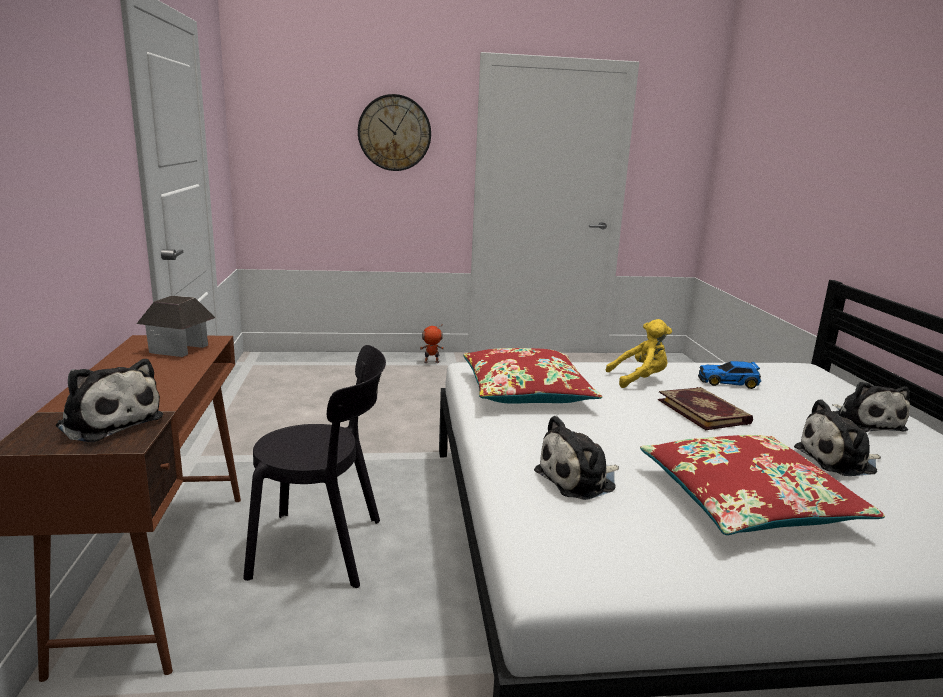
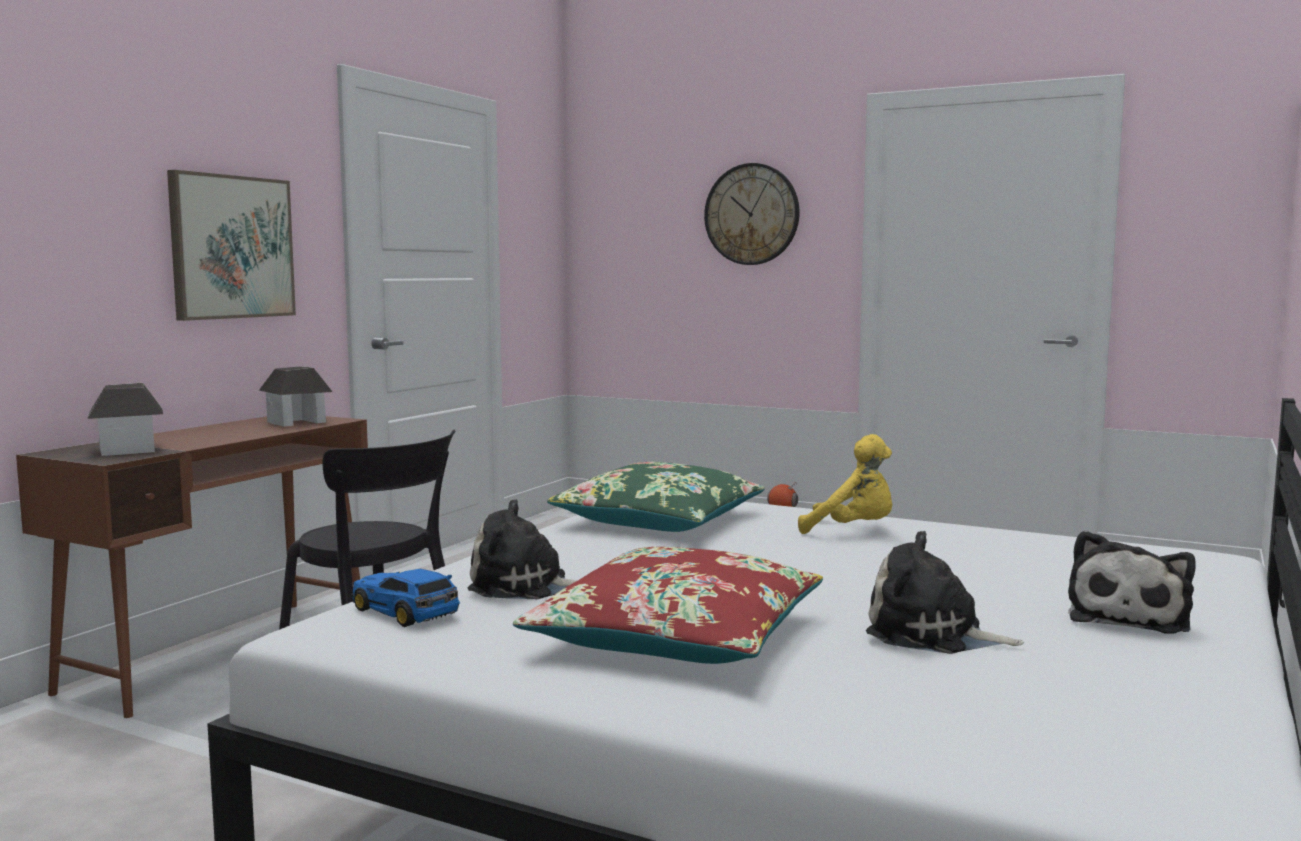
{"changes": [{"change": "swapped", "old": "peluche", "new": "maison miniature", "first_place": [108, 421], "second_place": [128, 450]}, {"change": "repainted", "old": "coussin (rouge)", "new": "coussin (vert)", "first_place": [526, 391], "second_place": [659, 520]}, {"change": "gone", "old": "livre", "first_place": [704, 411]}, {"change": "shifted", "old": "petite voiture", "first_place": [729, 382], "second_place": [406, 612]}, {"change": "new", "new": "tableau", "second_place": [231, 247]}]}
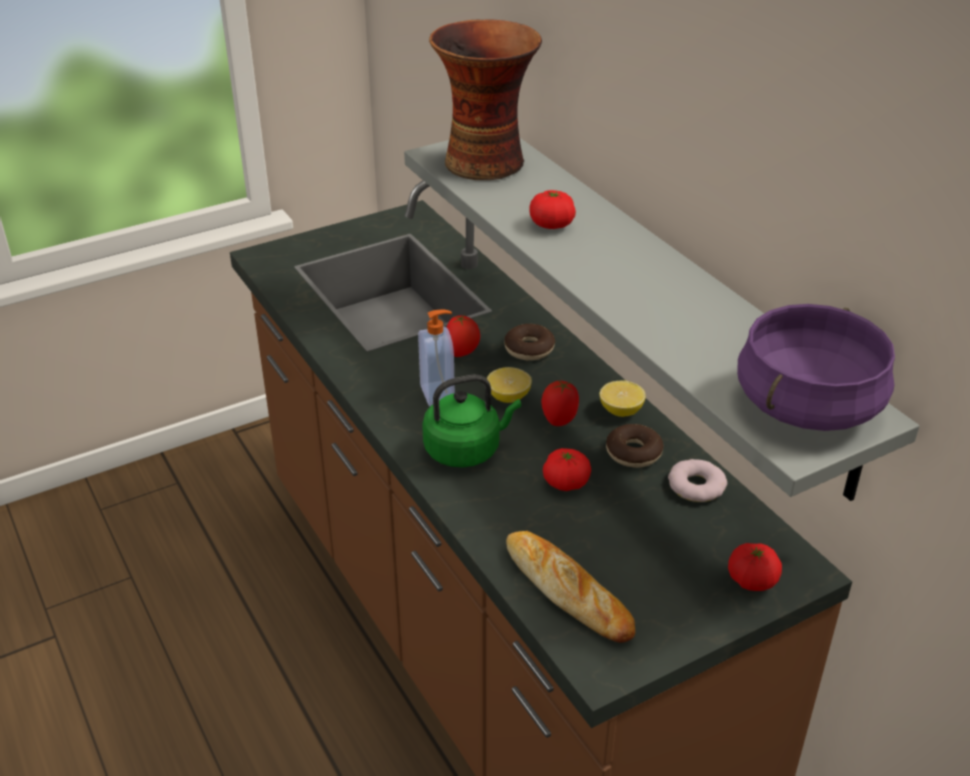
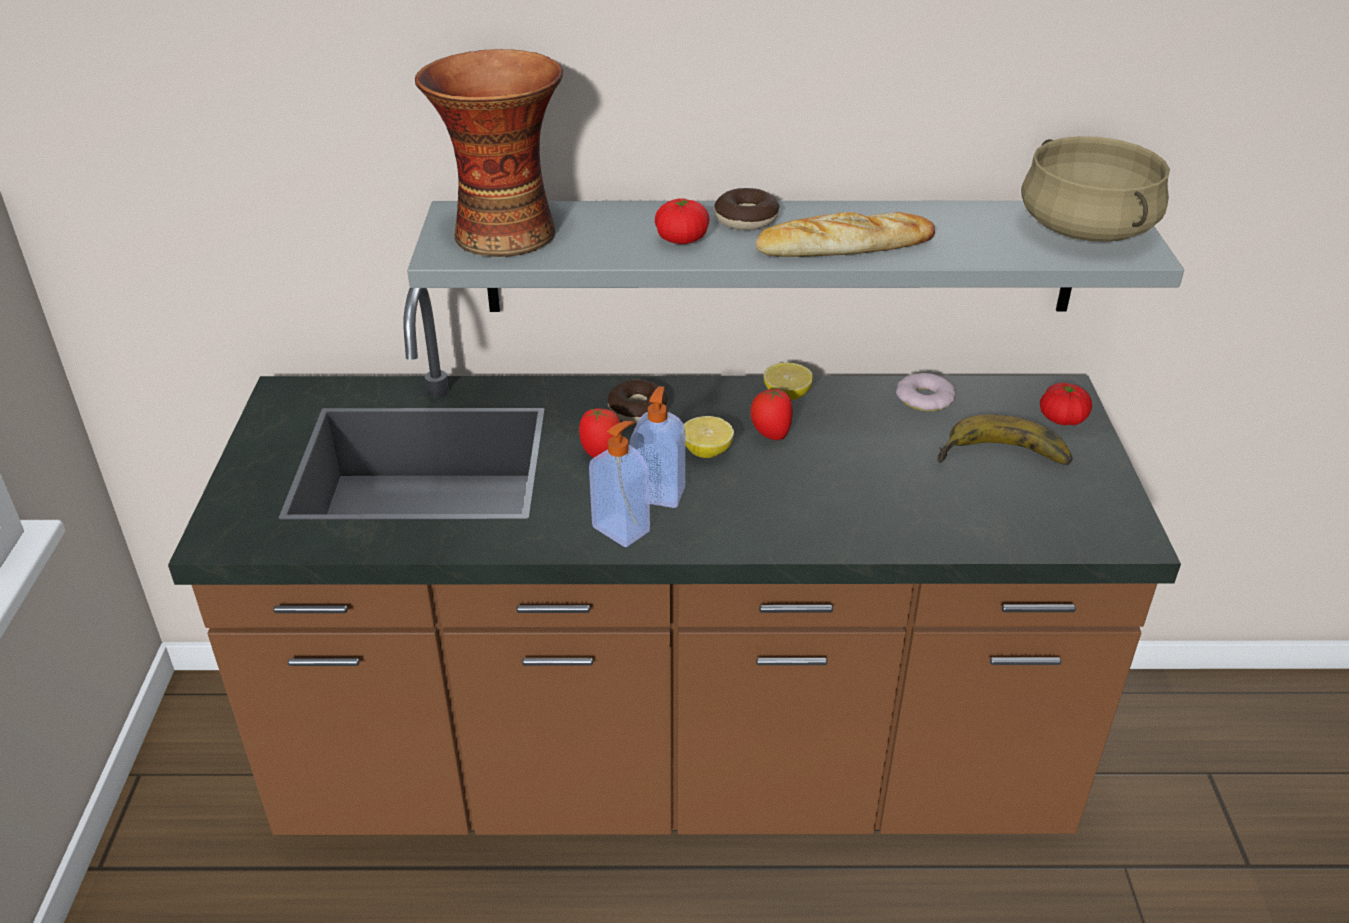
{"changes": [{"change": "gone", "old": "bouilloire (vert)", "first_place": [466, 450]}, {"change": "shifted", "old": "pain", "first_place": [568, 591], "second_place": [843, 246]}, {"change": "gone", "old": "tomate", "first_place": [566, 482]}, {"change": "shifted", "old": "beignet", "first_place": [633, 453], "second_place": [746, 219]}, {"change": "repainted", "old": "marmite (violet)", "new": "marmite (beige)", "first_place": [806, 404], "second_place": [1084, 229]}, {"change": "new", "new": "distributeur de savon", "second_place": [622, 528]}, {"change": "new", "new": "banane", "second_place": [1003, 461]}]}
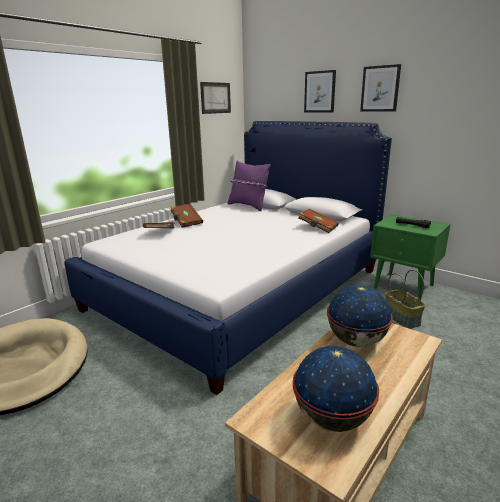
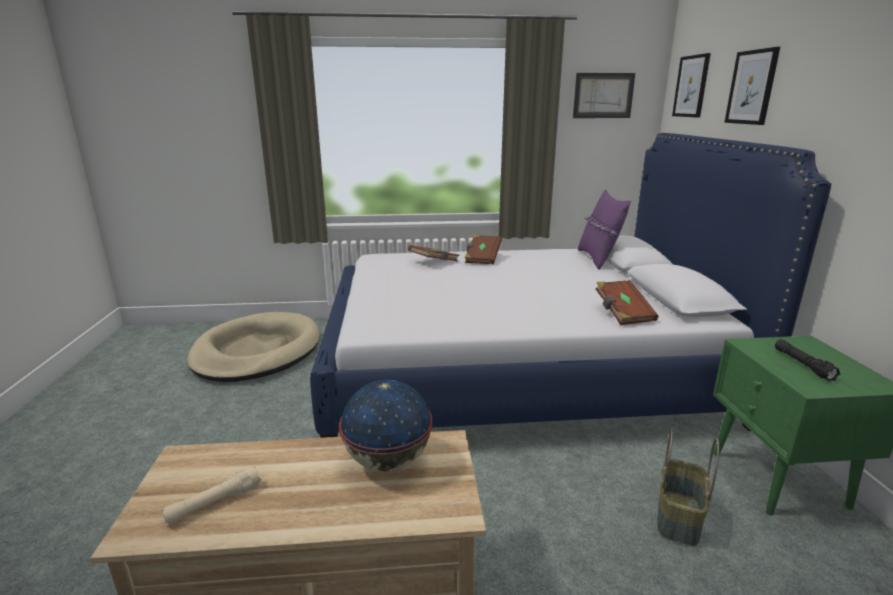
{"changes": [{"change": "swapped", "old": "globe", "new": "lampe de poche (beige)", "first_place": [332, 418], "second_place": [215, 502]}, {"change": "shifted", "old": "tableau", "first_place": [380, 89], "second_place": [691, 86]}]}
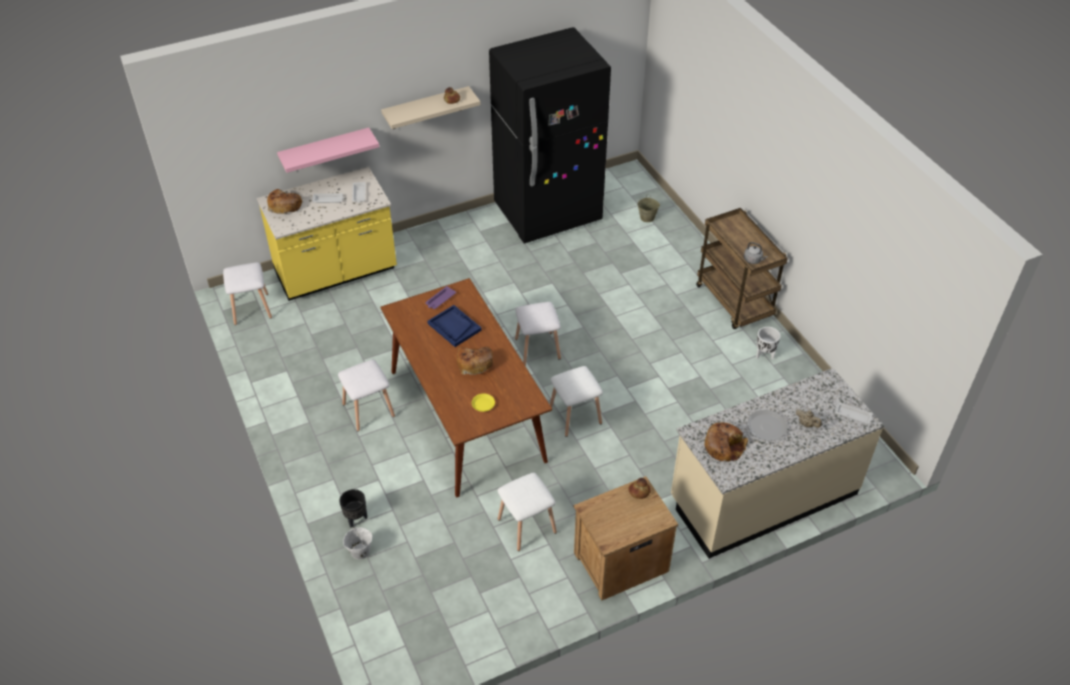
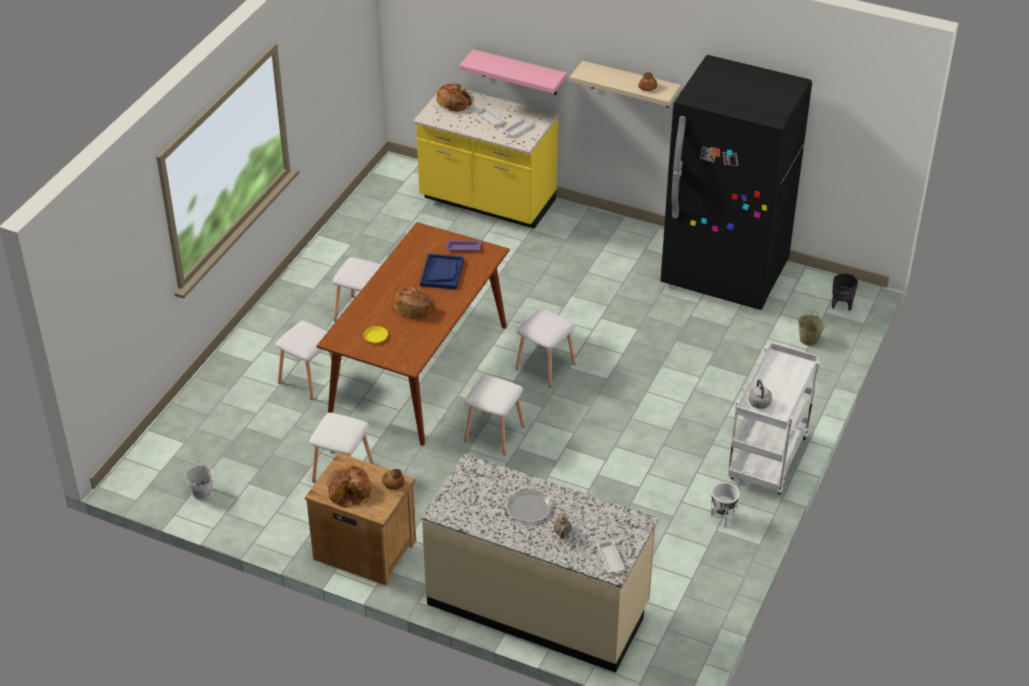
{"changes": [{"change": "shifted", "old": "tabouret (blanc)", "first_place": [251, 308], "second_place": [309, 378]}, {"change": "shifted", "old": "cache-pot (noir)", "first_place": [356, 519], "second_place": [841, 306]}, {"change": "shifted", "old": "seau (blanc)", "first_place": [360, 551], "second_place": [201, 492]}, {"change": "repainted", "old": "chariot (marron)", "new": "chariot (blanc)", "first_place": [735, 302], "second_place": [768, 461]}, {"change": "shifted", "old": "pain", "first_place": [724, 446], "second_place": [350, 492]}]}
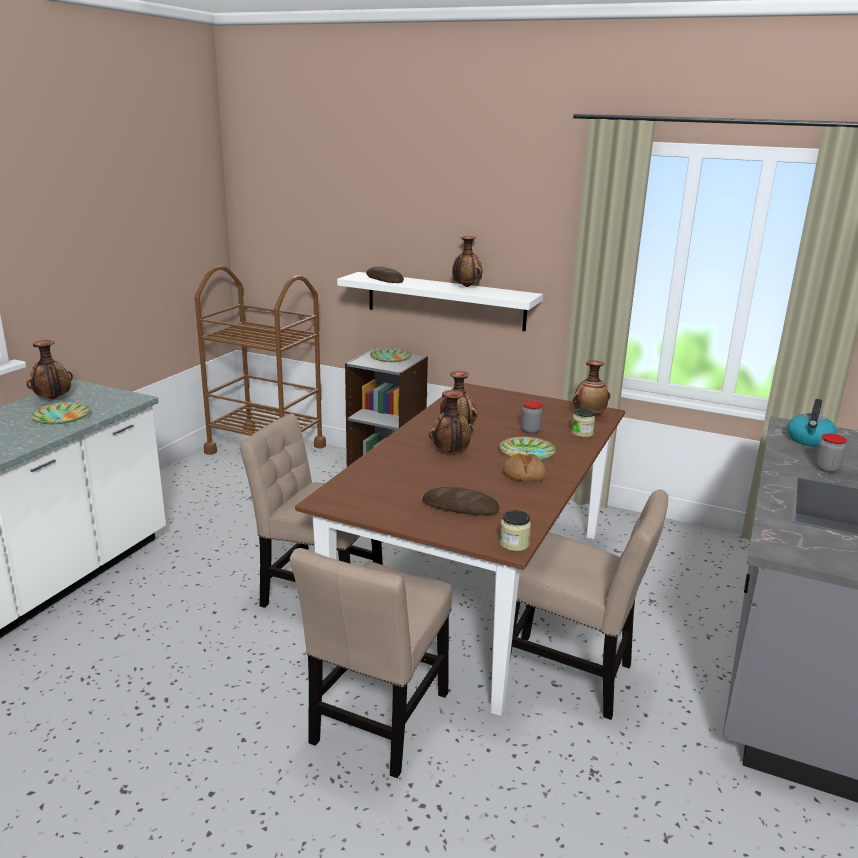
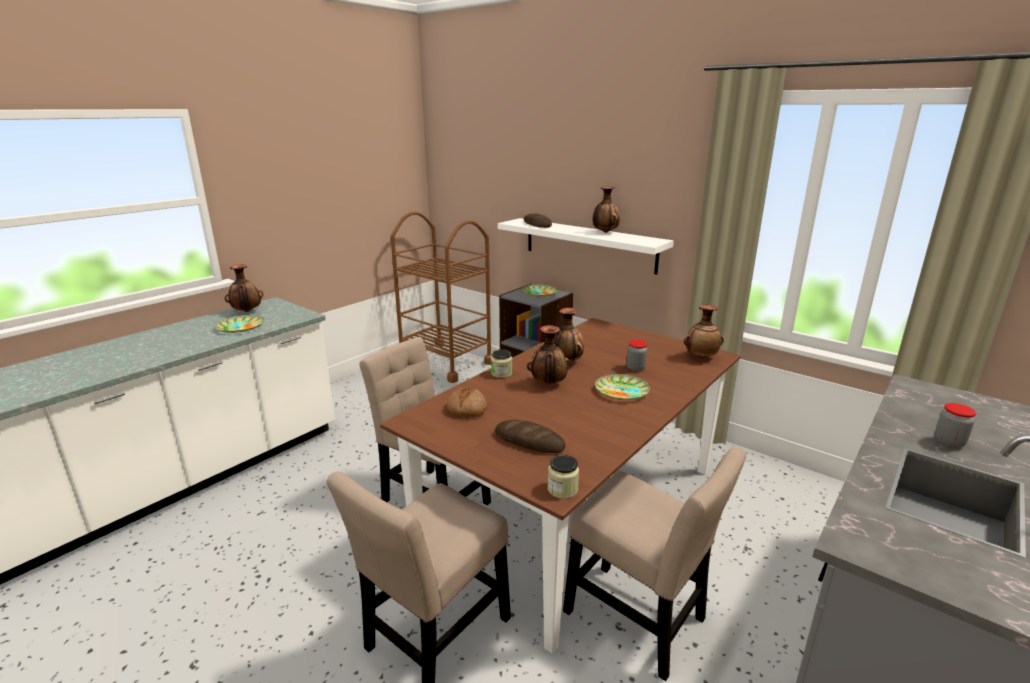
{"changes": [{"change": "shifted", "old": "pain", "first_place": [524, 475], "second_place": [466, 409]}, {"change": "shifted", "old": "bocal", "first_place": [582, 433], "second_place": [501, 373]}, {"change": "gone", "old": "bouilloire", "first_place": [809, 440]}]}
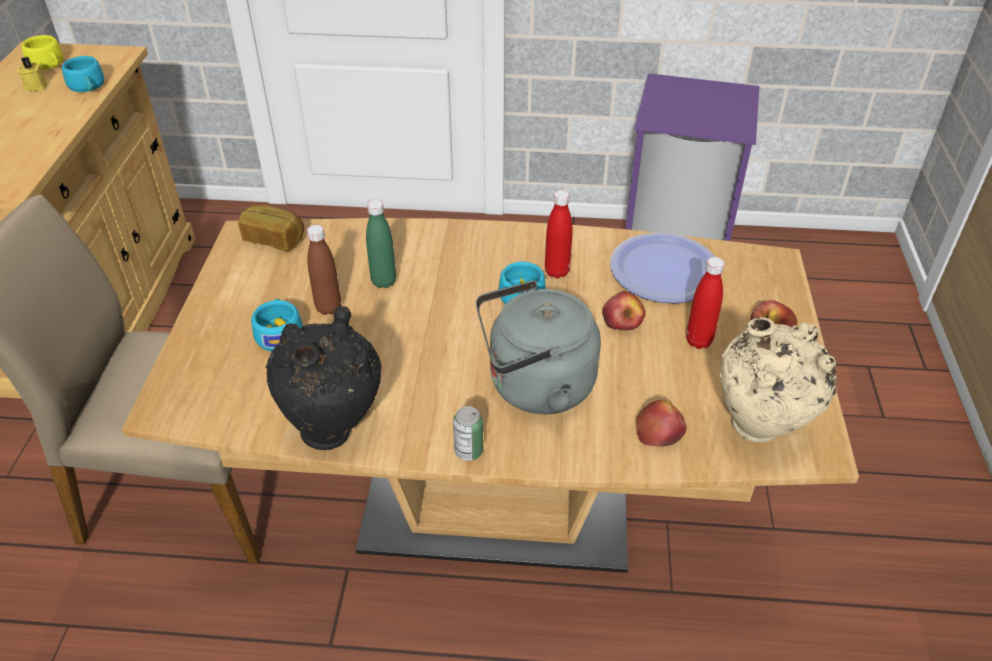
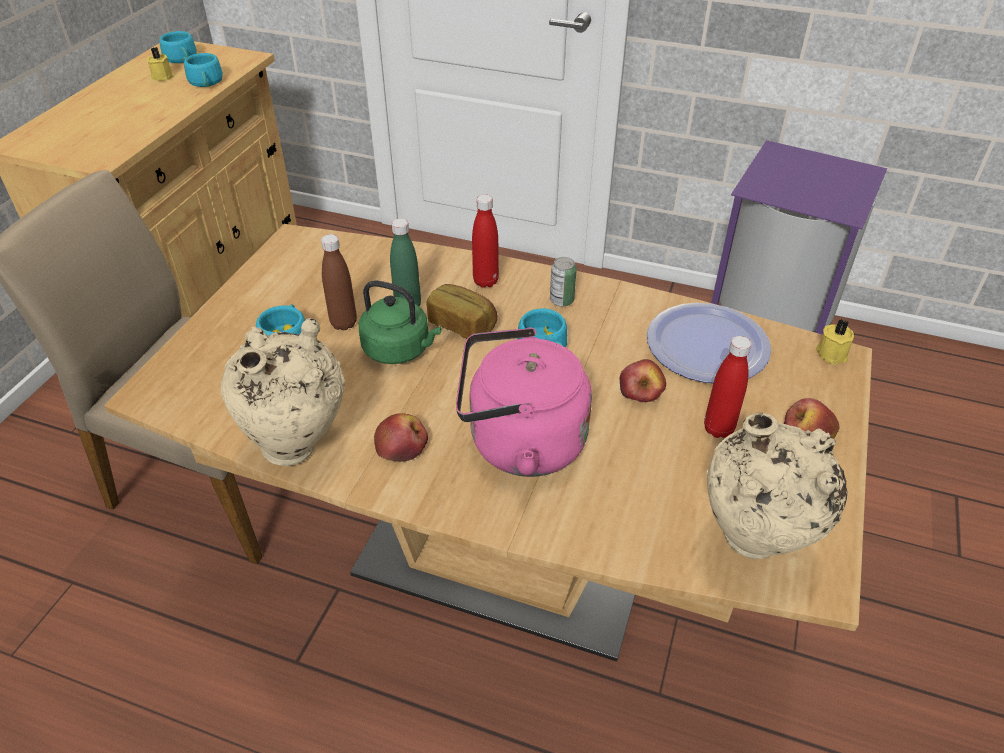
{"changes": [{"change": "repainted", "old": "tasse (jaune)", "new": "tasse (turquoise)", "first_place": [49, 65], "second_place": [182, 59]}, {"change": "shifted", "old": "pain", "first_place": [274, 239], "second_place": [463, 324]}, {"change": "repainted", "old": "vase (noir)", "new": "vase (beige)", "first_place": [334, 430], "second_place": [298, 447]}, {"change": "shifted", "old": "boîte métallique", "first_place": [468, 451], "second_place": [561, 300]}, {"change": "repainted", "old": "bouilloire (gris)", "new": "bouilloire (rose)", "first_place": [535, 386], "second_place": [519, 443]}, {"change": "shifted", "old": "bouteille (rouge)", "first_place": [557, 272], "second_place": [485, 281]}, {"change": "shifted", "old": "pomme", "first_place": [659, 430], "second_place": [402, 445]}, {"change": "new", "new": "bouilloire (vert)", "second_place": [400, 350]}, {"change": "new", "new": "bougie (jaune)", "second_place": [832, 353]}]}
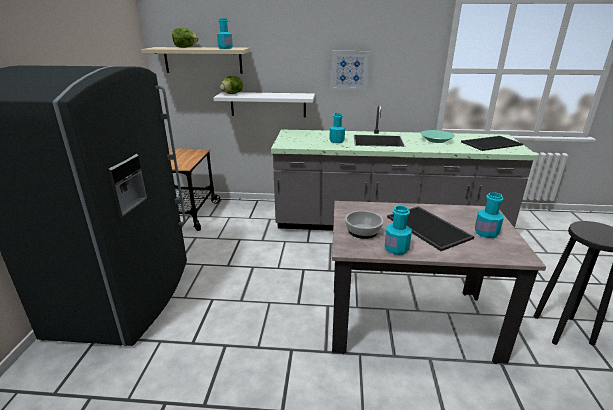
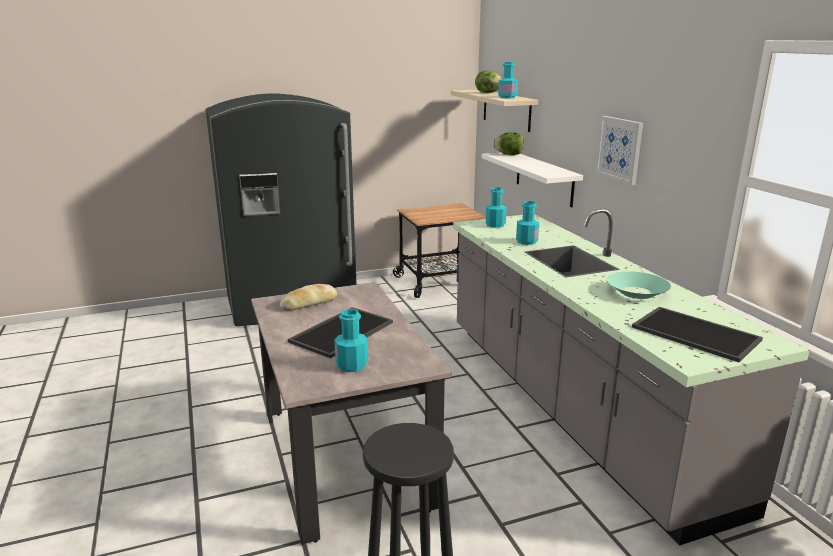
{"changes": [{"change": "swapped", "old": "bol", "new": "pain", "first_place": [363, 231], "second_place": [309, 303]}, {"change": "shifted", "old": "bouteille (turquoise)", "first_place": [396, 249], "second_place": [495, 225]}]}
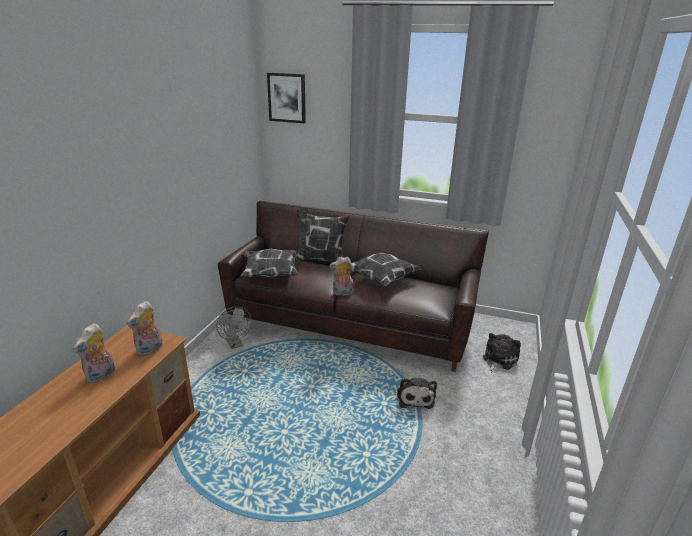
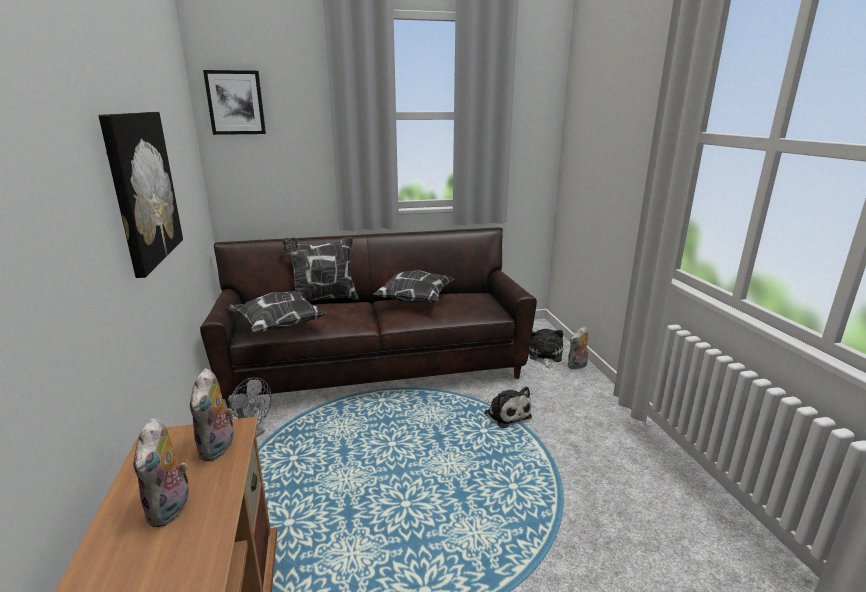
{"changes": [{"change": "shifted", "old": "peluche", "first_place": [342, 293], "second_place": [577, 366]}, {"change": "new", "new": "tableau", "second_place": [142, 188]}]}
